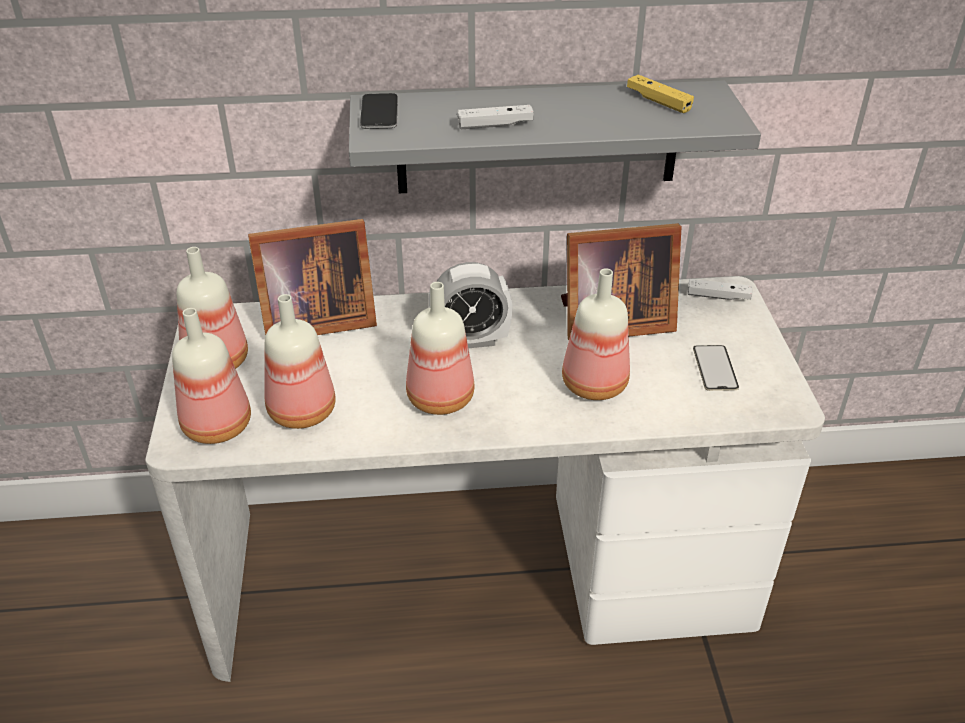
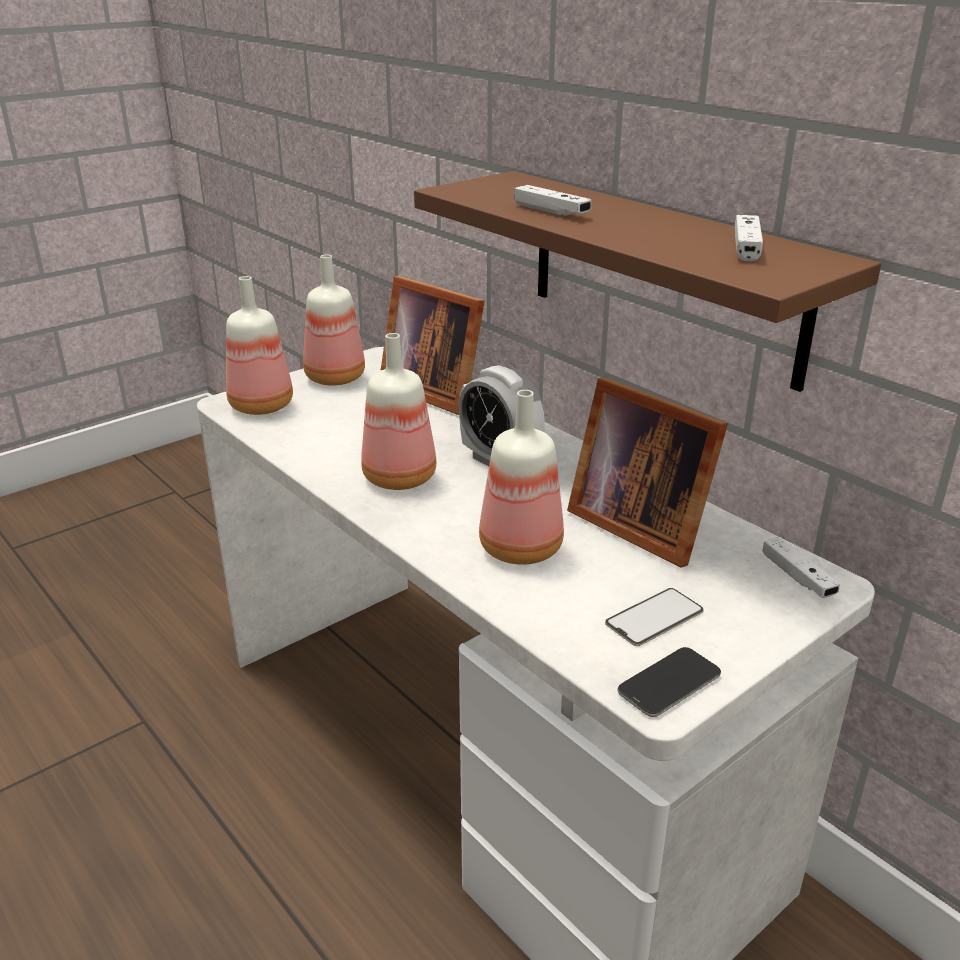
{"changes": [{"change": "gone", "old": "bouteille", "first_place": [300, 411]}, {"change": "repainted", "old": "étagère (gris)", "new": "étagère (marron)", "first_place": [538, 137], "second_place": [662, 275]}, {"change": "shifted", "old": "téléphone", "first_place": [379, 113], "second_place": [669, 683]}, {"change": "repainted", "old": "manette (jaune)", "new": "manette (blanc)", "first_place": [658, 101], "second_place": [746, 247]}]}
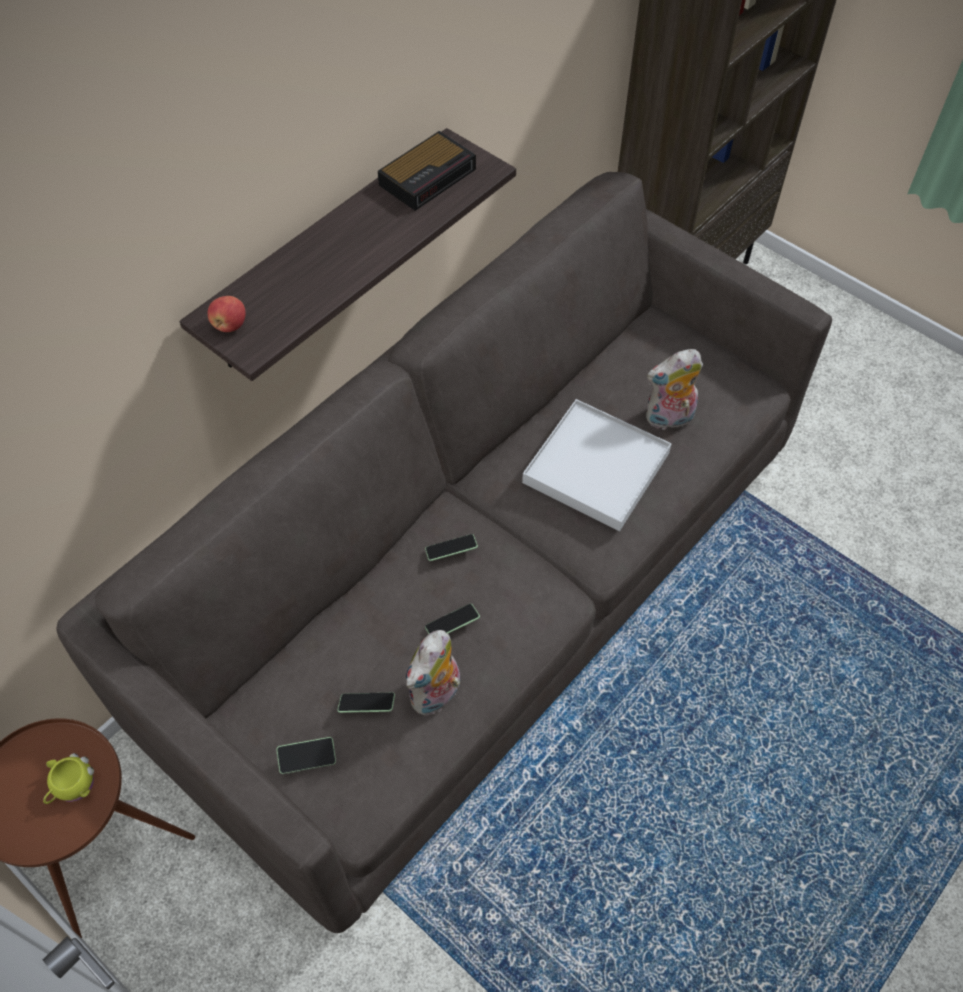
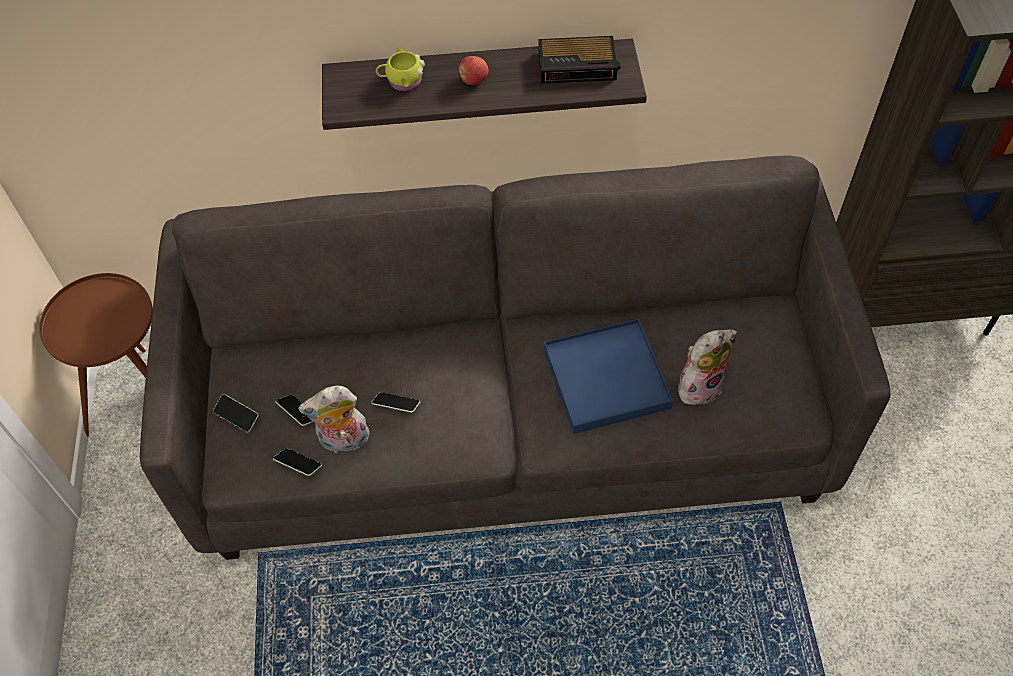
{"changes": [{"change": "shifted", "old": "mug (jaune)", "first_place": [72, 787], "second_place": [402, 81]}, {"change": "shifted", "old": "pomme", "first_place": [229, 325], "second_place": [473, 80]}, {"change": "shifted", "old": "téléphone", "first_place": [451, 551], "second_place": [298, 465]}, {"change": "repainted", "old": "plateau (blanc)", "new": "plateau (bleu)", "first_place": [596, 467], "second_place": [606, 378]}, {"change": "rotated", "old": "peluche", "first_place": [669, 419], "second_place": [699, 385], "degrees": 120}]}
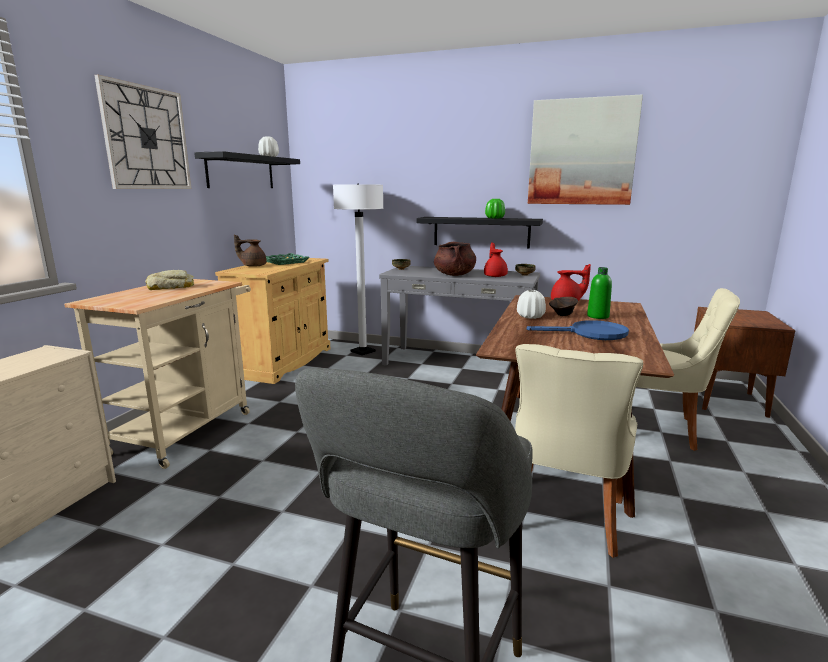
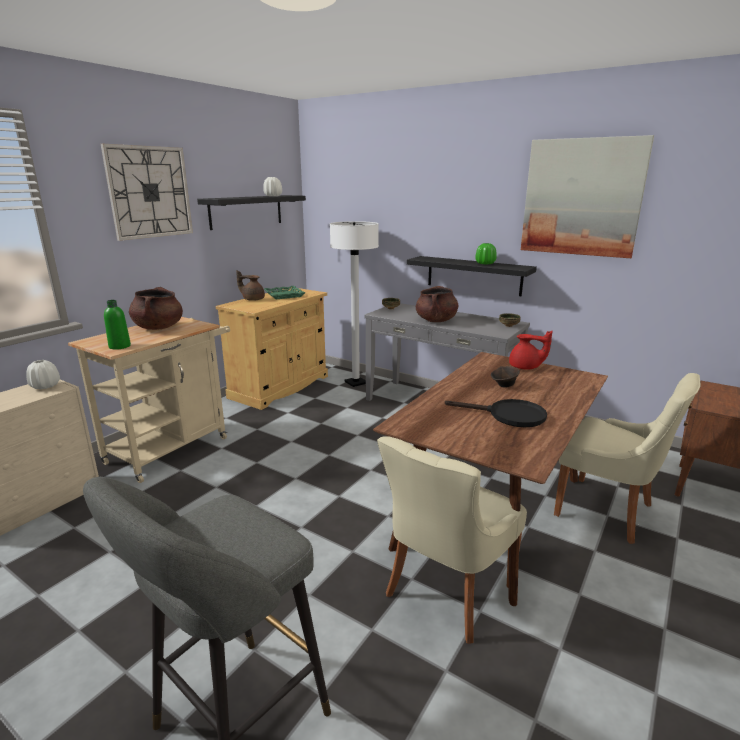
{"changes": [{"change": "swapped", "old": "pain", "new": "marmite (marron)", "first_place": [171, 287], "second_place": [158, 327]}, {"change": "gone", "old": "théière (rouge)", "first_place": [495, 276]}, {"change": "shifted", "old": "vase (blanc)", "first_place": [530, 317], "second_place": [45, 386]}, {"change": "repainted", "old": "poêle (bleu)", "new": "poêle (noir)", "first_place": [590, 334], "second_place": [508, 416]}, {"change": "shifted", "old": "bouteille (vert)", "first_place": [598, 316], "second_place": [120, 346]}]}
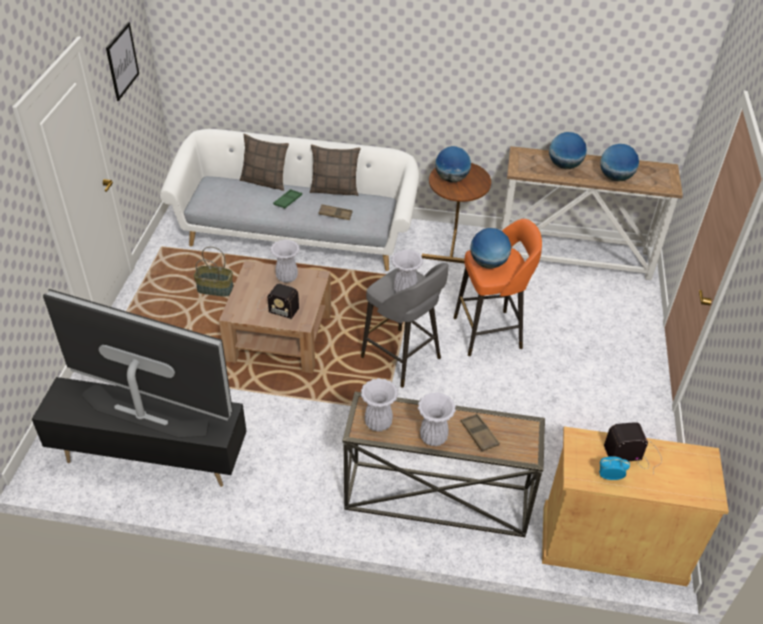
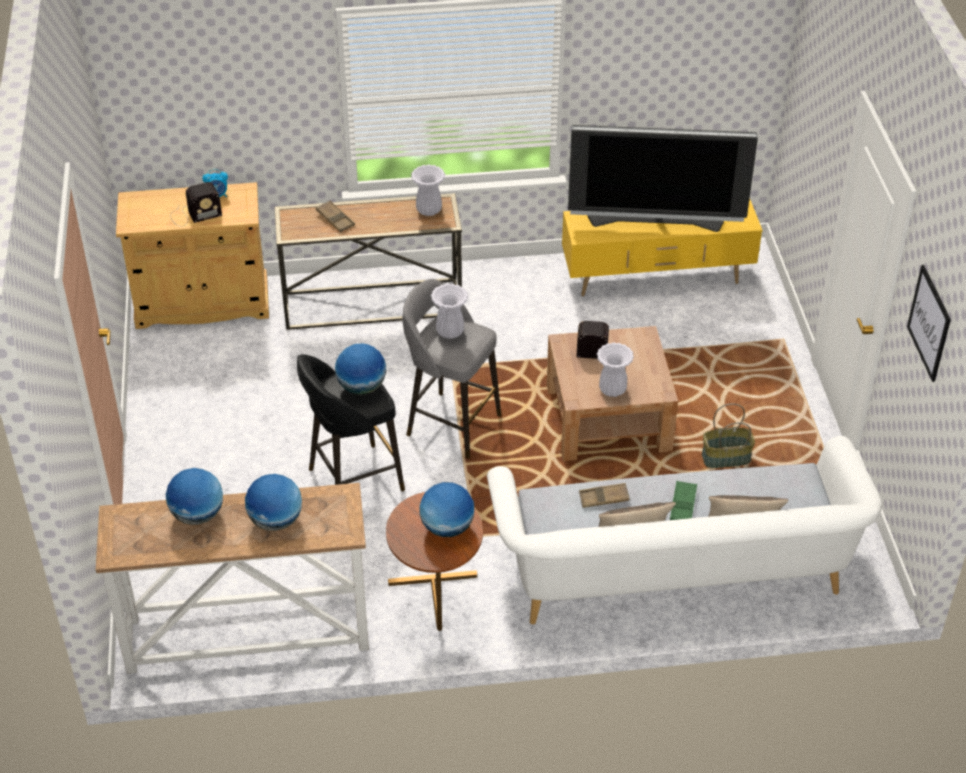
{"changes": [{"change": "repainted", "old": "meuble télé (noir)", "new": "meuble télé (jaune)", "first_place": [150, 458], "second_place": [657, 279]}, {"change": "gone", "old": "vase (blanc)", "first_place": [433, 437]}, {"change": "repainted", "old": "tabouret (orange)", "new": "tabouret (noir)", "first_place": [490, 333], "second_place": [353, 480]}]}
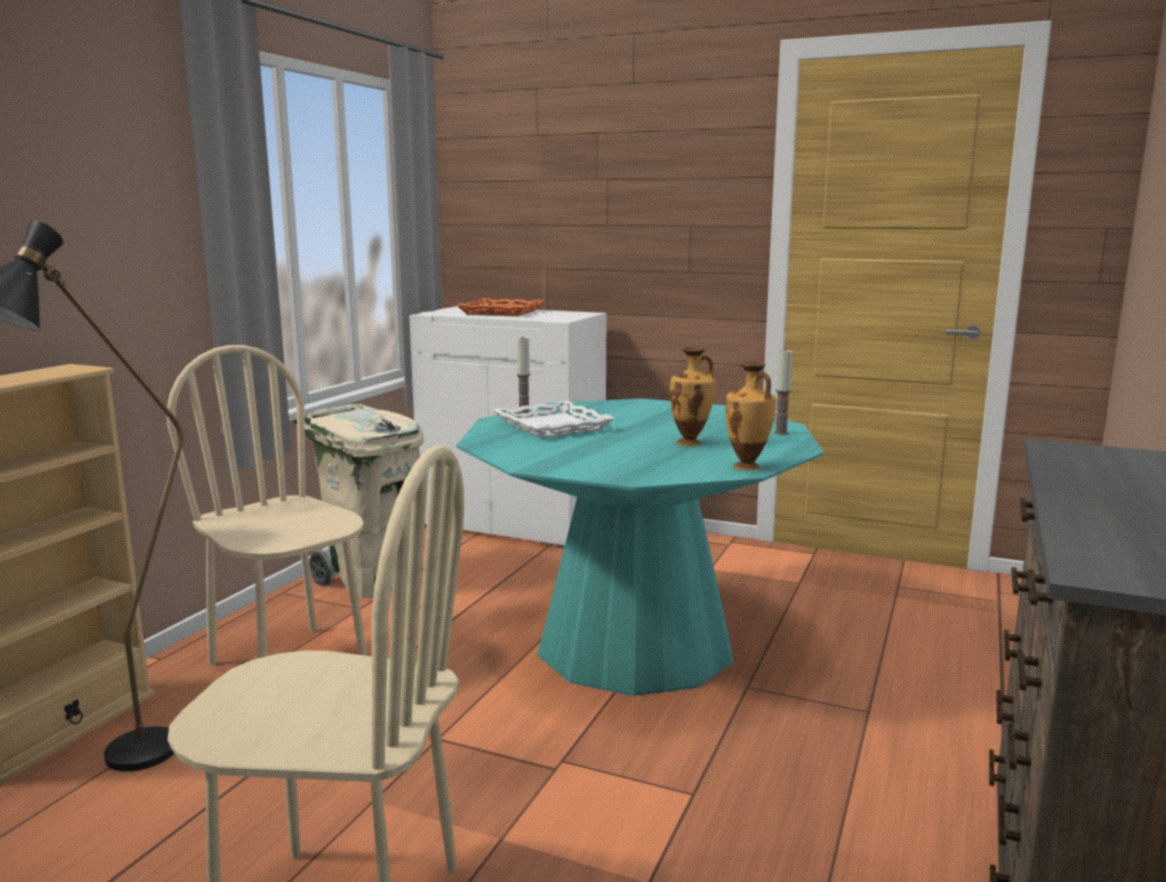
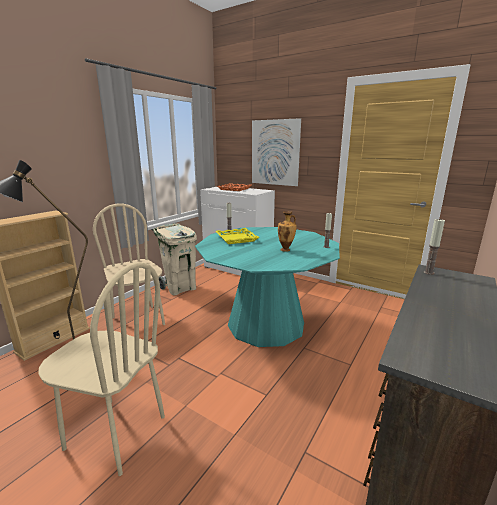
{"changes": [{"change": "repainted", "old": "plateau (blanc)", "new": "plateau (jaune)", "first_place": [553, 426], "second_place": [237, 238]}, {"change": "gone", "old": "vase", "first_place": [747, 467]}, {"change": "new", "new": "tableau", "second_place": [275, 153]}, {"change": "new", "new": "bougie", "second_place": [428, 272]}]}
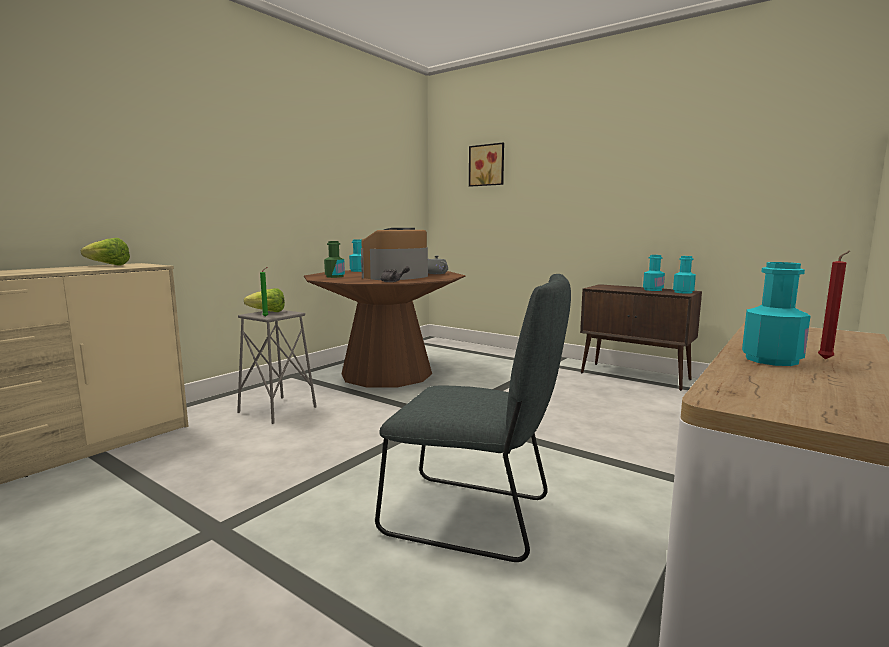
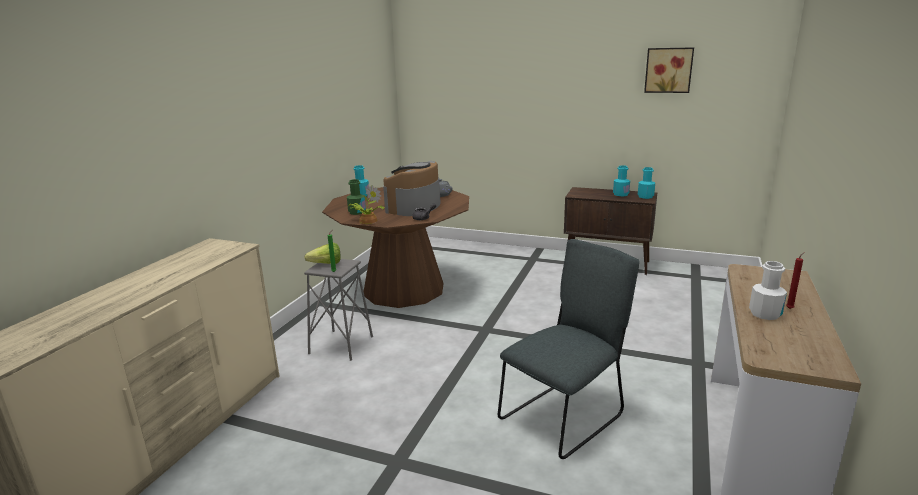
{"changes": [{"change": "gone", "old": "laitue", "first_place": [105, 265]}, {"change": "rotated", "old": "chaise (gris)", "first_place": [475, 518], "second_place": [565, 415], "degrees": -45}, {"change": "shifted", "old": "tableau", "first_place": [487, 165], "second_place": [668, 70]}, {"change": "repainted", "old": "bouteille (turquoise)", "new": "bouteille (blanc)", "first_place": [771, 360], "second_place": [765, 314]}, {"change": "new", "new": "plante en pot", "second_place": [367, 221]}]}
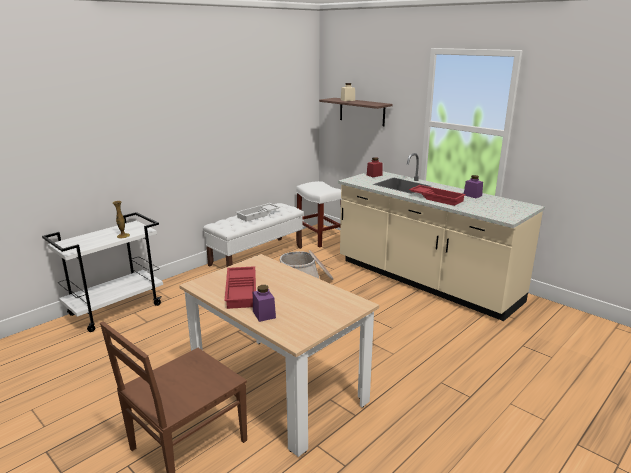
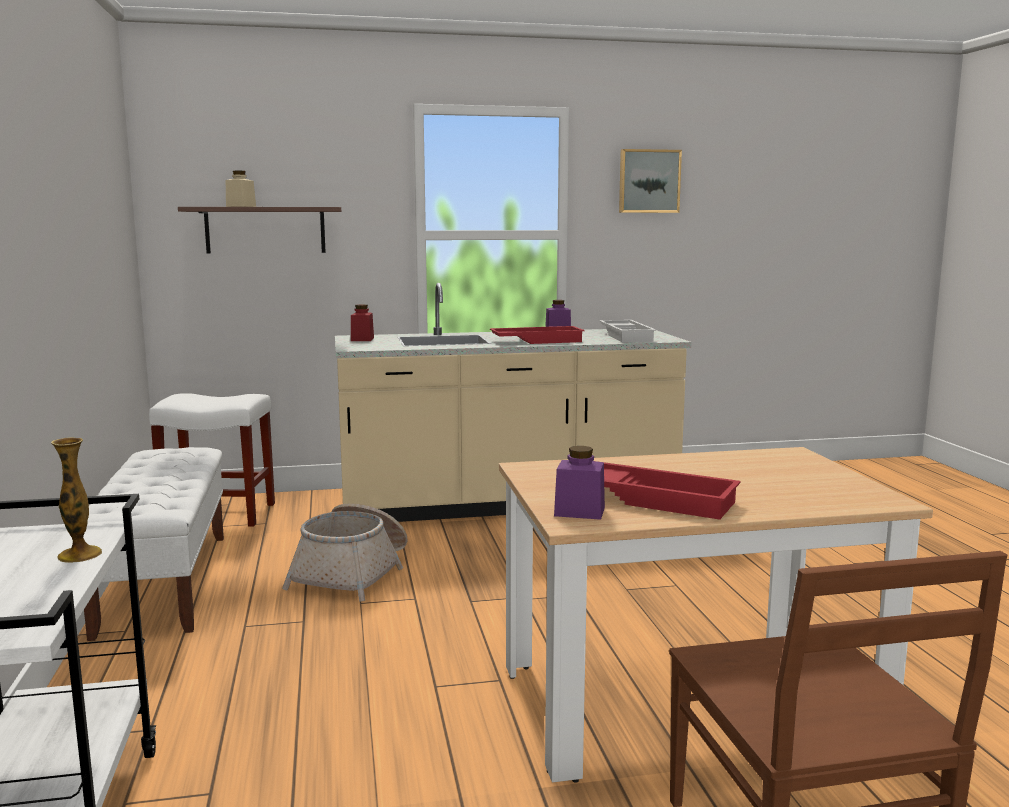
{"changes": [{"change": "shifted", "old": "plateau (blanc)", "first_place": [258, 215], "second_place": [627, 336]}, {"change": "shifted", "old": "bocal (violet)", "first_place": [264, 314], "second_place": [579, 511]}, {"change": "new", "new": "tableau", "second_place": [648, 181]}]}
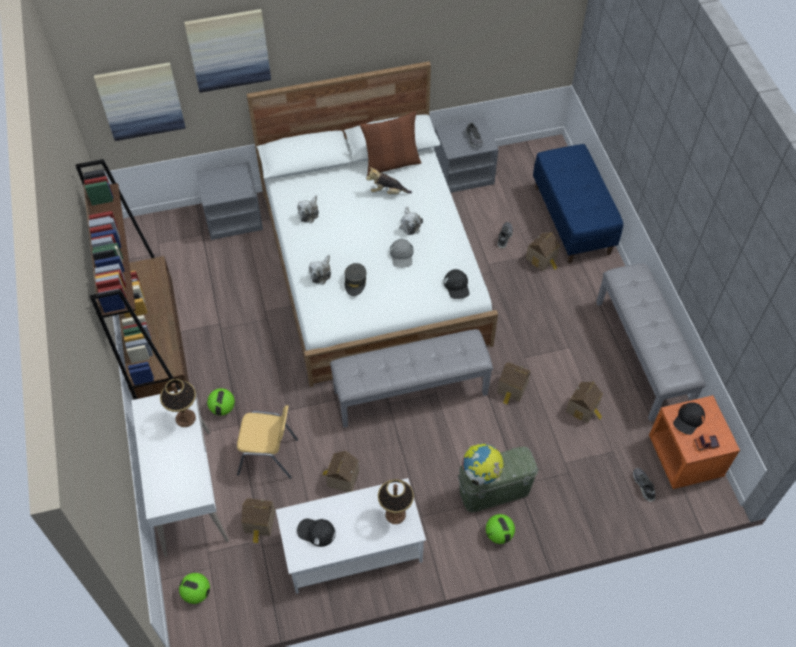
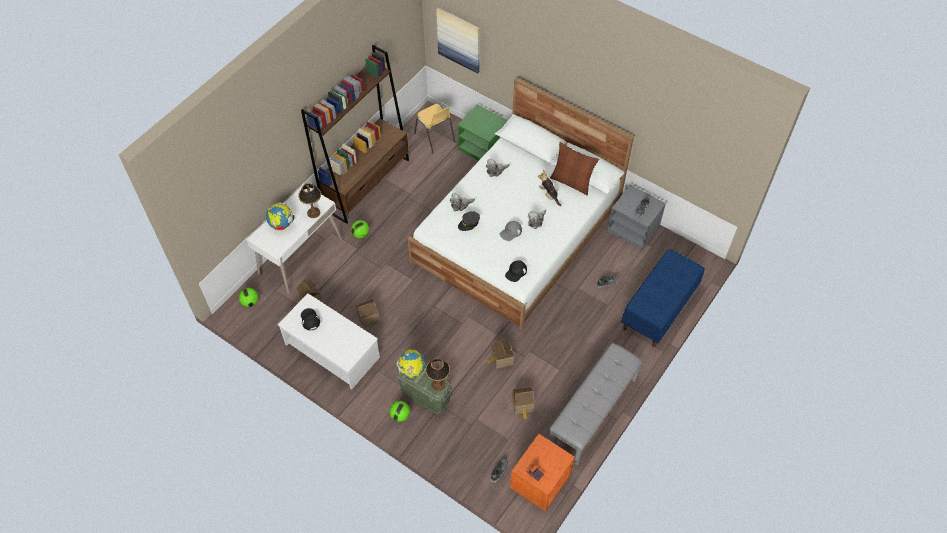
{"changes": [{"change": "gone", "old": "tableau", "first_place": [228, 50]}, {"change": "repainted", "old": "table de chevet (gris)", "new": "table de chevet (vert)", "first_place": [234, 217], "second_place": [483, 148]}, {"change": "shifted", "old": "chaise (jaune)", "first_place": [268, 457], "second_place": [435, 138]}, {"change": "gone", "old": "banc (gris)", "first_place": [410, 391]}, {"change": "shifted", "old": "lampe de table", "first_place": [395, 514], "second_place": [438, 384]}, {"change": "gone", "old": "maison miniature", "first_place": [542, 259]}, {"change": "gone", "old": "casquette (noir)", "first_place": [688, 419]}, {"change": "new", "new": "globe", "second_place": [281, 224]}]}
